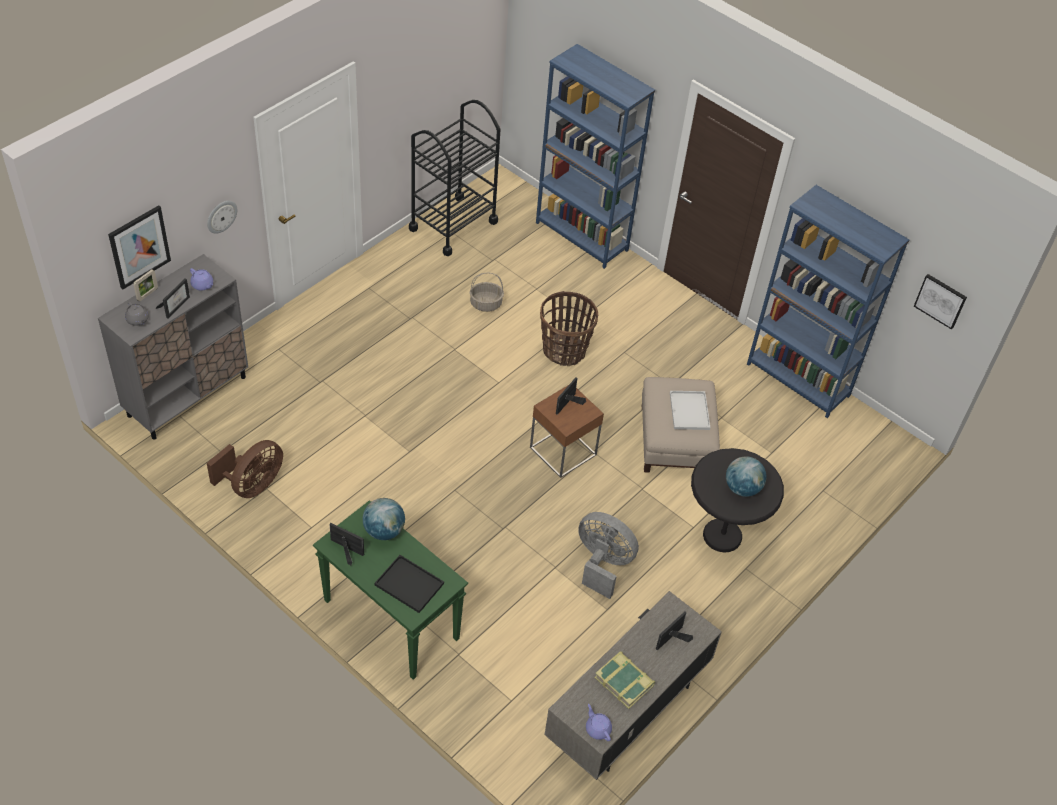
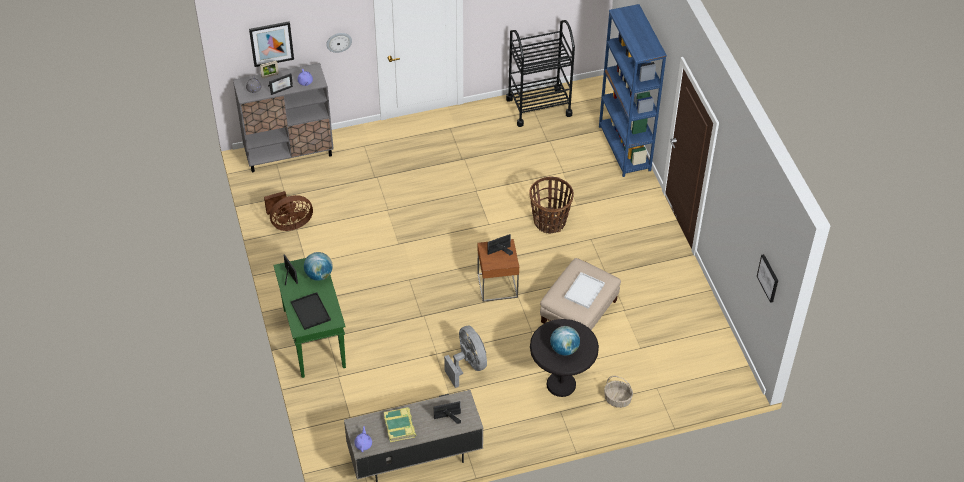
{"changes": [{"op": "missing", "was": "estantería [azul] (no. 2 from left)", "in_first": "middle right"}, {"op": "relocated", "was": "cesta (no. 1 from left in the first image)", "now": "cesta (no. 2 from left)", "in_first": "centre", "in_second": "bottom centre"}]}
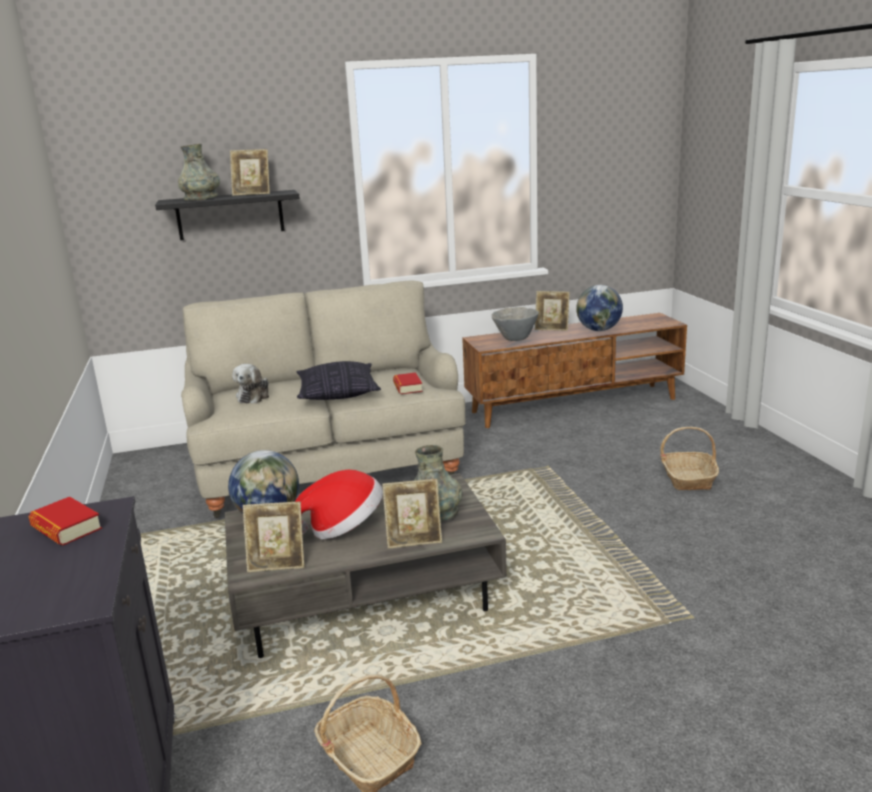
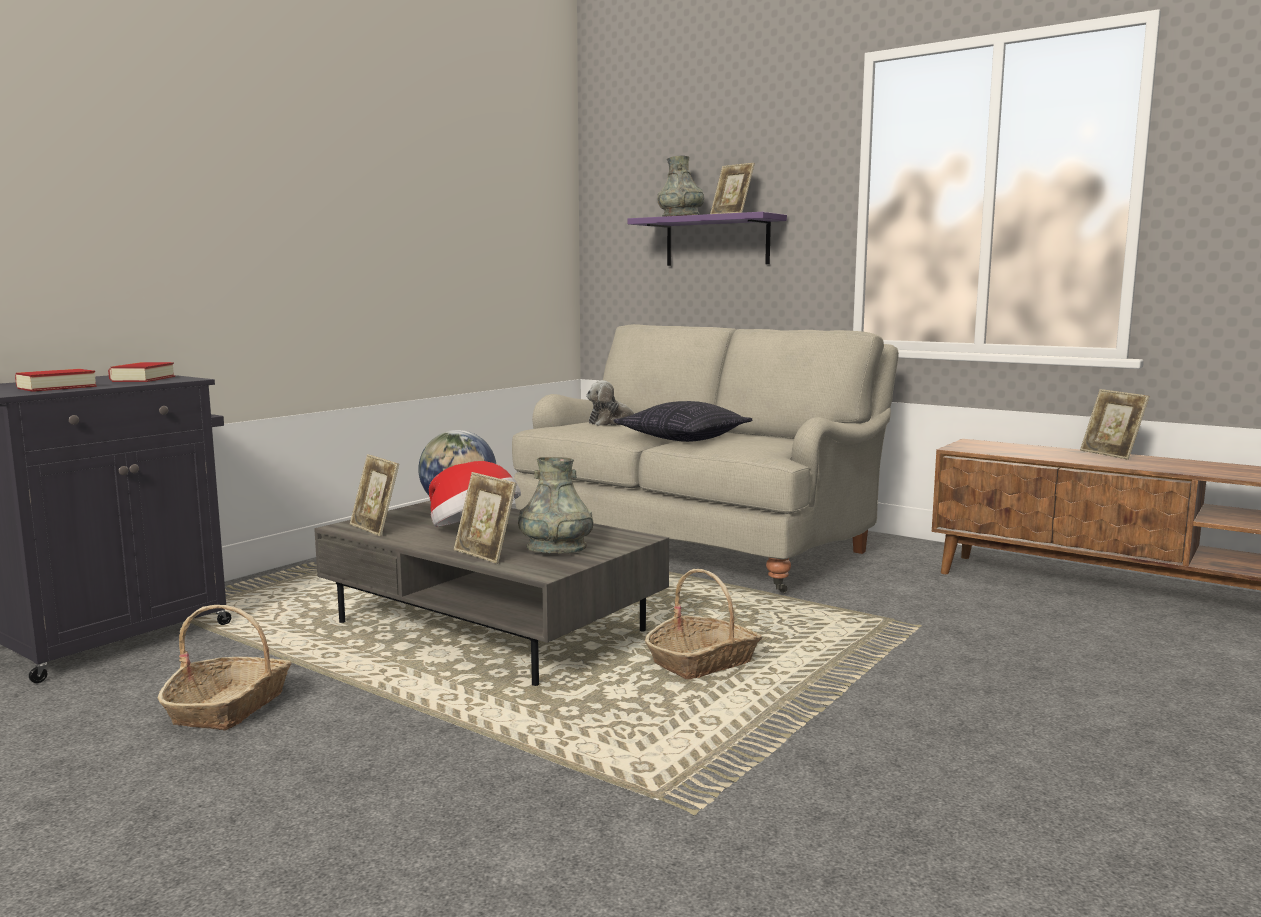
{"changes": [{"op": "missing", "was": "cuenco [gris]", "in_first": "centre"}, {"op": "missing", "was": "globo terráqueo (no. 2 from left)", "in_first": "middle right"}, {"op": "relocated", "was": "libro (no. 2 from left in the first image)", "now": "libro (no. 1 from left)", "in_first": "centre", "in_second": "middle left"}, {"op": "relocated", "was": "cesta (no. 2 from left)", "in_first": "middle right", "in_second": "bottom centre"}, {"op": "colour", "was": "estante [negro]", "now": "estante [morado]", "in_first": "top left", "in_second": "top centre"}]}
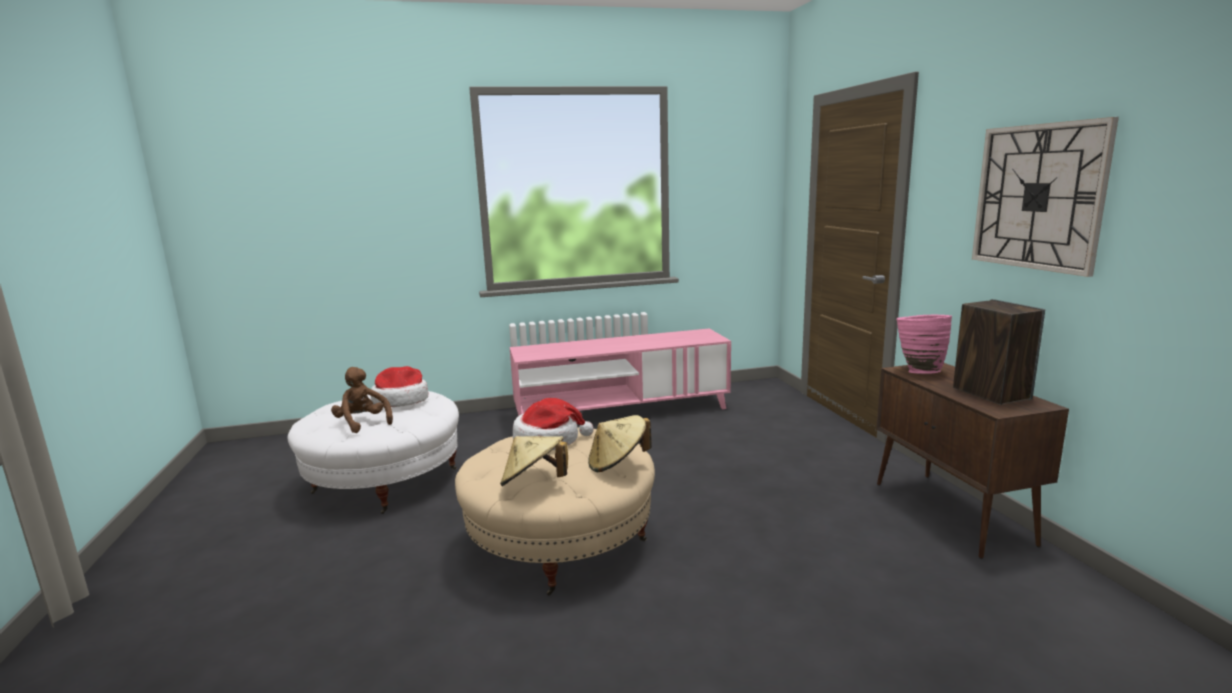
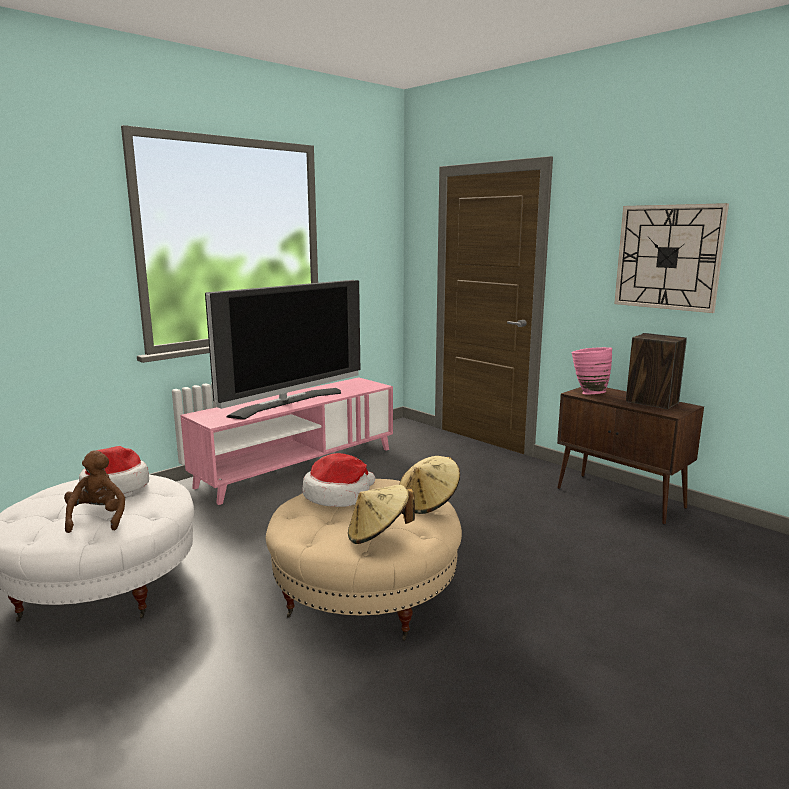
{"changes": [{"op": "appeared", "now": "televisor", "in_second": "centre"}, {"op": "spun", "was": "peluche [marrón]", "in_first": "middle left", "in_second": "middle left", "clockwise": 60}]}
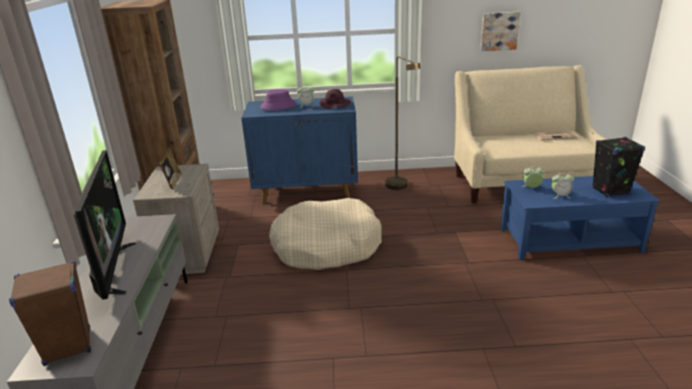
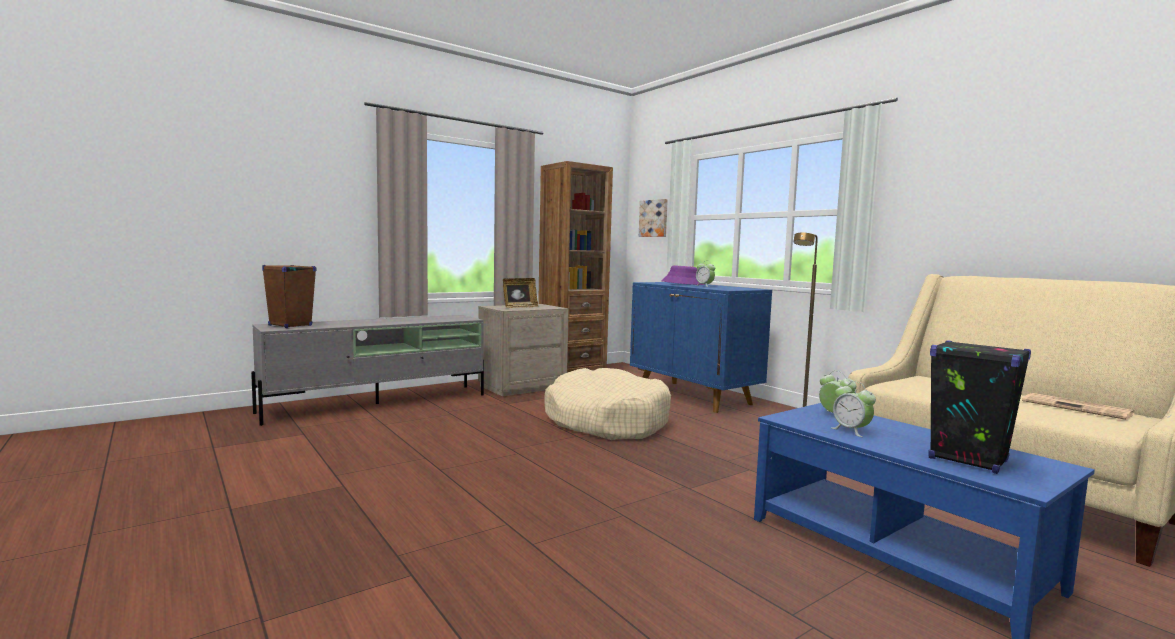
{"changes": [{"op": "missing", "was": "televisor", "in_first": "middle left"}, {"op": "missing", "was": "sombrero [morado] (no. 2 from left)", "in_first": "top centre"}, {"op": "relocated", "was": "cuadro", "in_first": "top right", "in_second": "centre"}]}
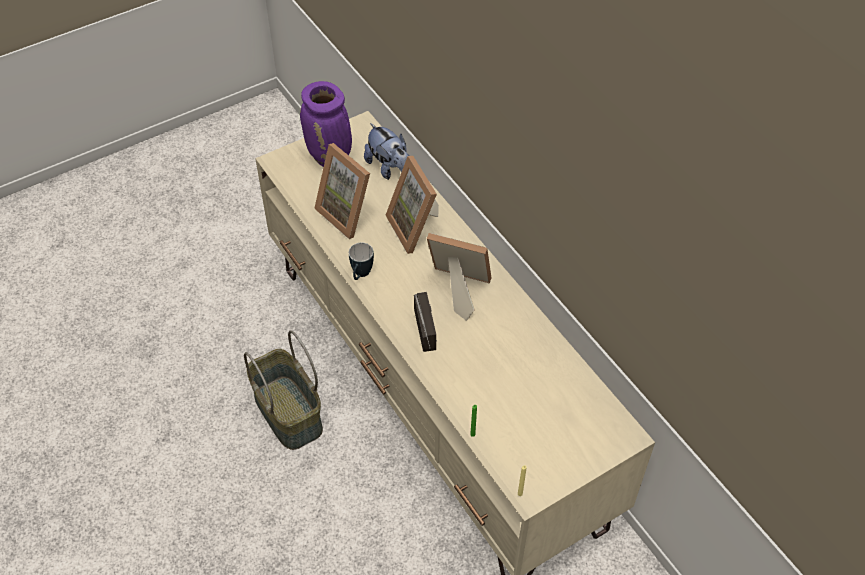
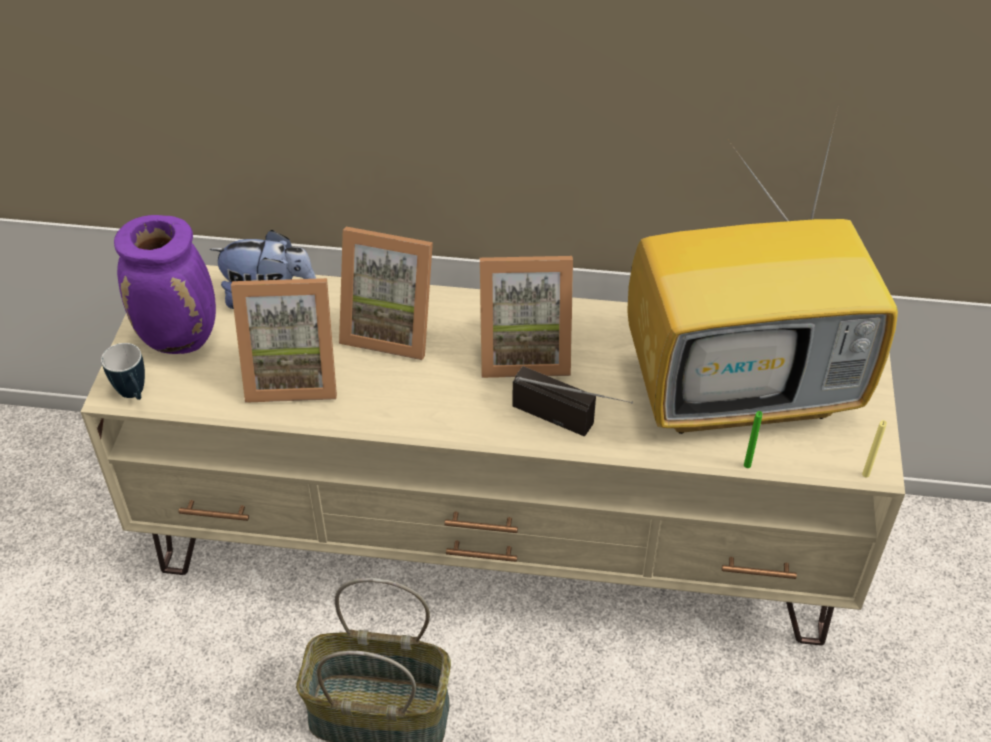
{"changes": [{"op": "appeared", "now": "televisor", "in_second": "middle right"}, {"op": "relocated", "was": "taza grande", "in_first": "centre", "in_second": "middle left"}, {"op": "spun", "was": "portarretratos (no. 3 from left)", "in_first": "centre", "in_second": "centre", "clockwise": -150}]}
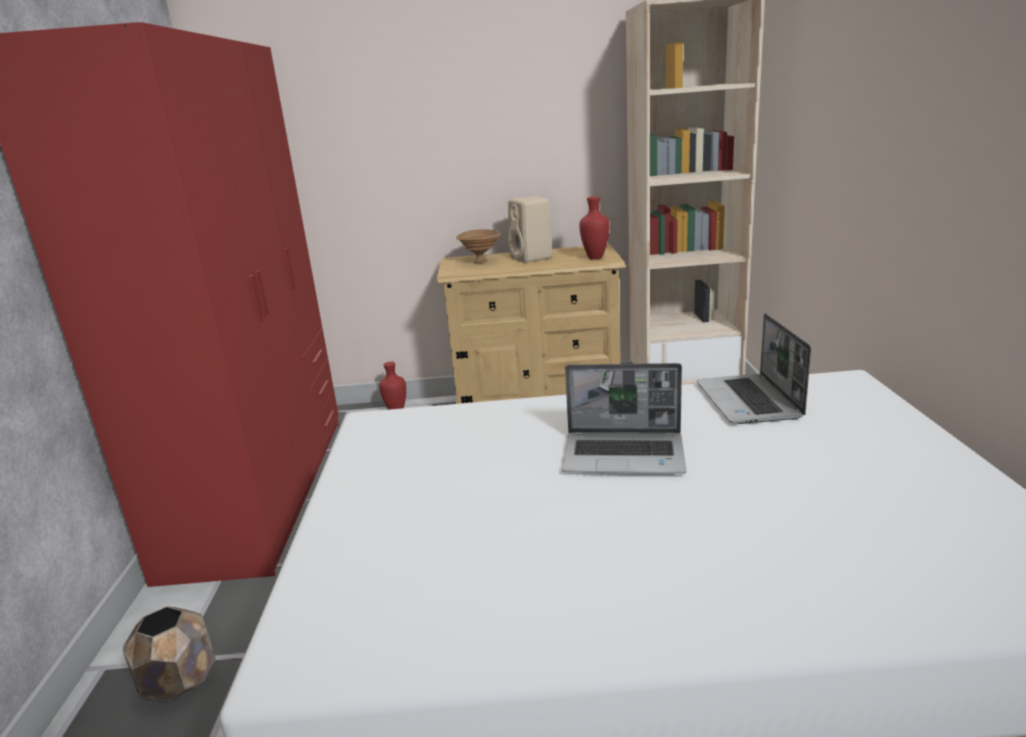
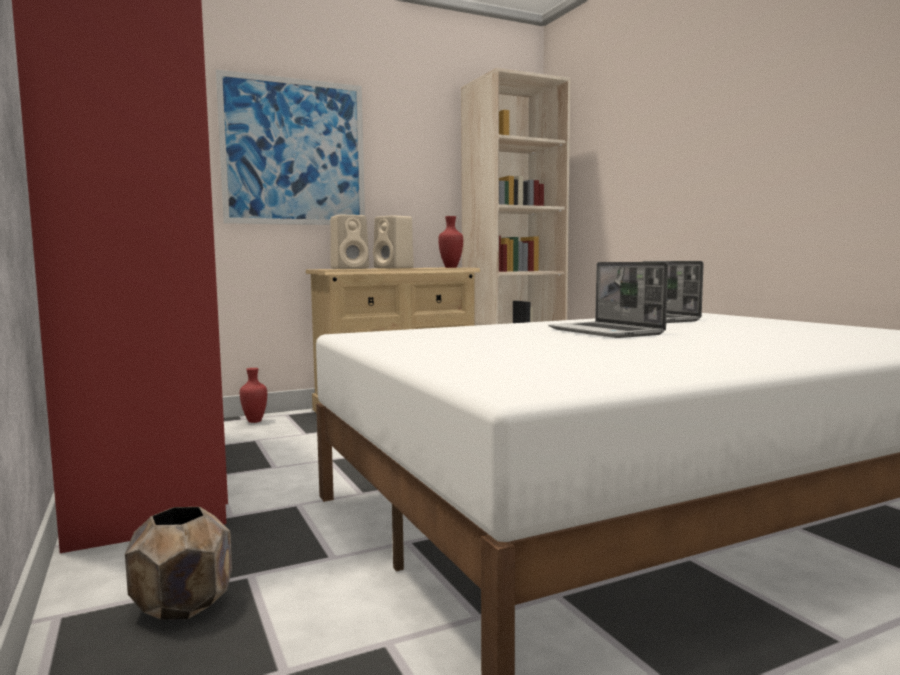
{"changes": [{"op": "appeared", "now": "cuadro", "in_second": "top left"}, {"op": "exchanged", "was": "cuenco [marrón]", "now": "altavoz [beis] (no. 1 from left)", "in_first": "centre", "in_second": "centre"}, {"op": "spun", "was": "portátil (no. 1 from left)", "in_first": "centre", "in_second": "middle right", "clockwise": 75}]}
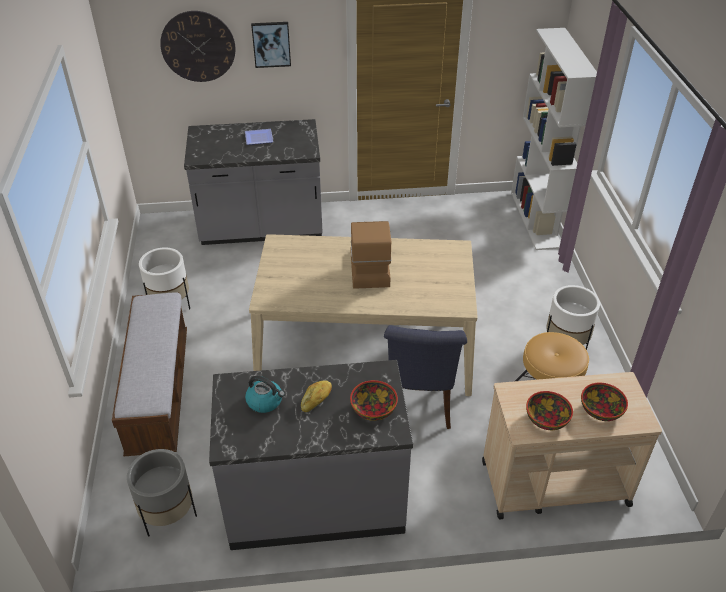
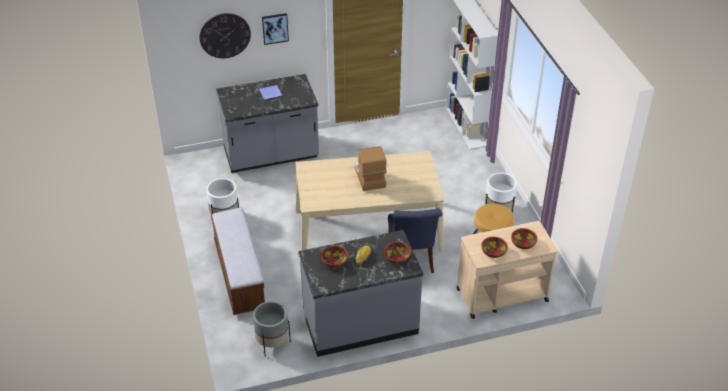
{"changes": [{"op": "exchanged", "was": "hervidor", "now": "cuenco (no. 1 from left)", "in_first": "centre", "in_second": "centre"}]}
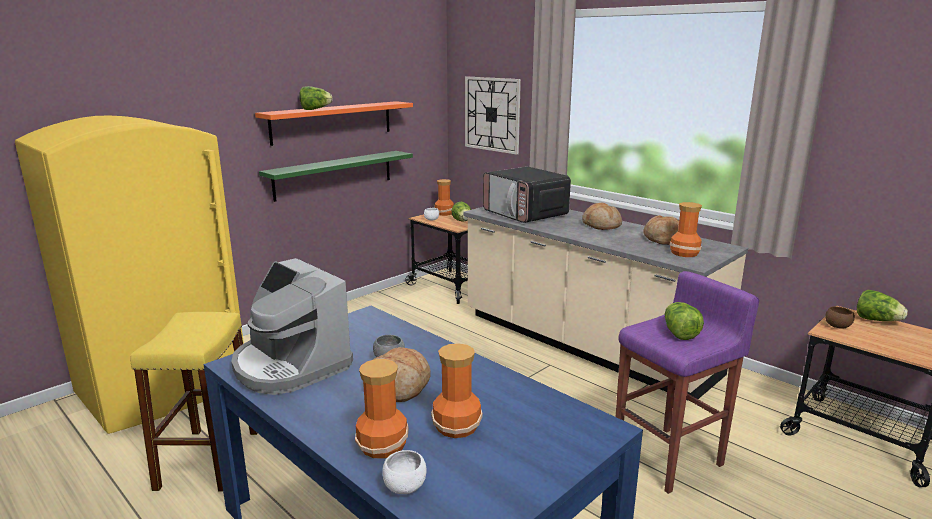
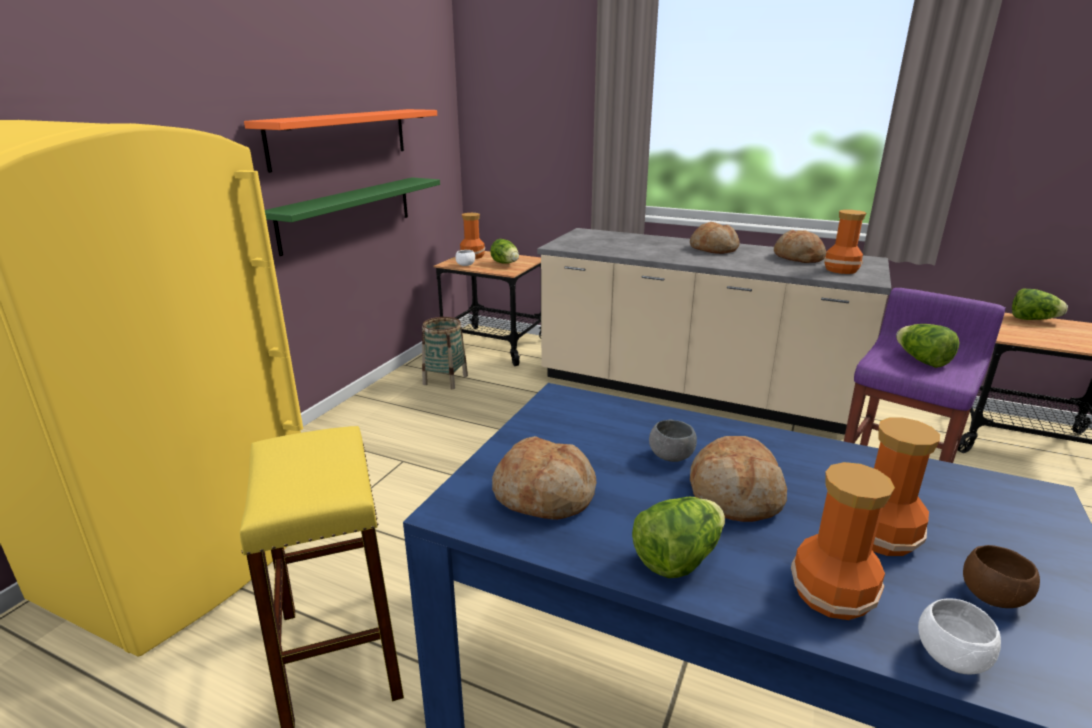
{"changes": [{"op": "missing", "was": "reloj de pared", "in_first": "top centre"}, {"op": "missing", "was": "microondas", "in_first": "centre"}, {"op": "appeared", "now": "cesta", "in_second": "centre"}, {"op": "relocated", "was": "lechuga (no. 1 from left in the first image)", "now": "lechuga (no. 2 from left)", "in_first": "top centre", "in_second": "bottom centre"}, {"op": "relocated", "was": "cuenco [marrón]", "in_first": "middle right", "in_second": "bottom right"}, {"op": "exchanged", "was": "cafetera", "now": "pan (no. 1 from left)", "in_first": "middle left", "in_second": "centre"}]}
